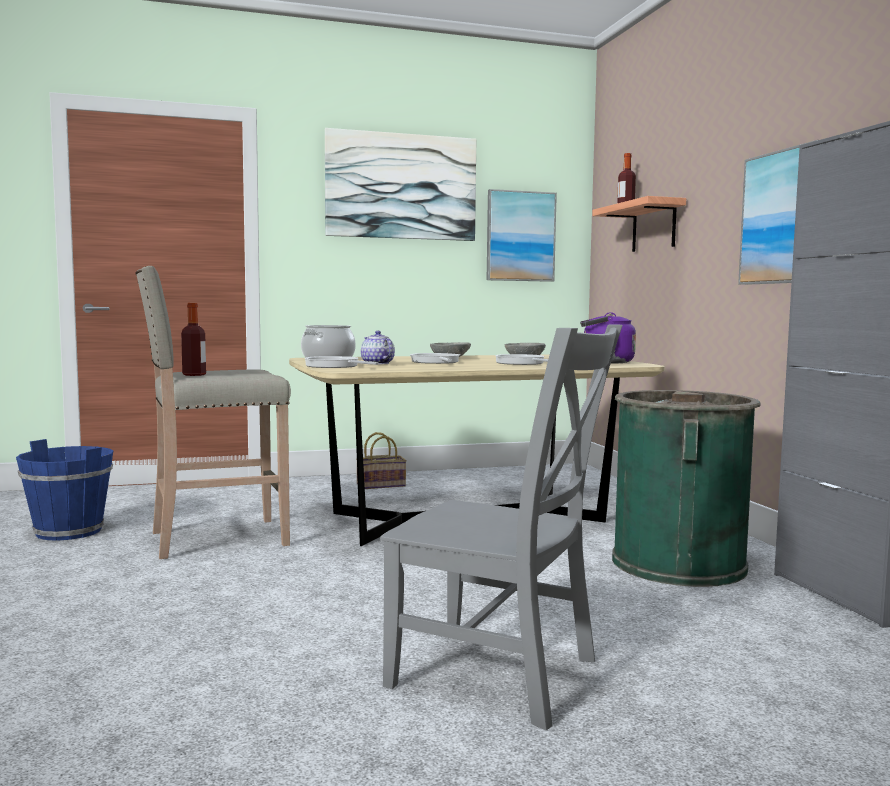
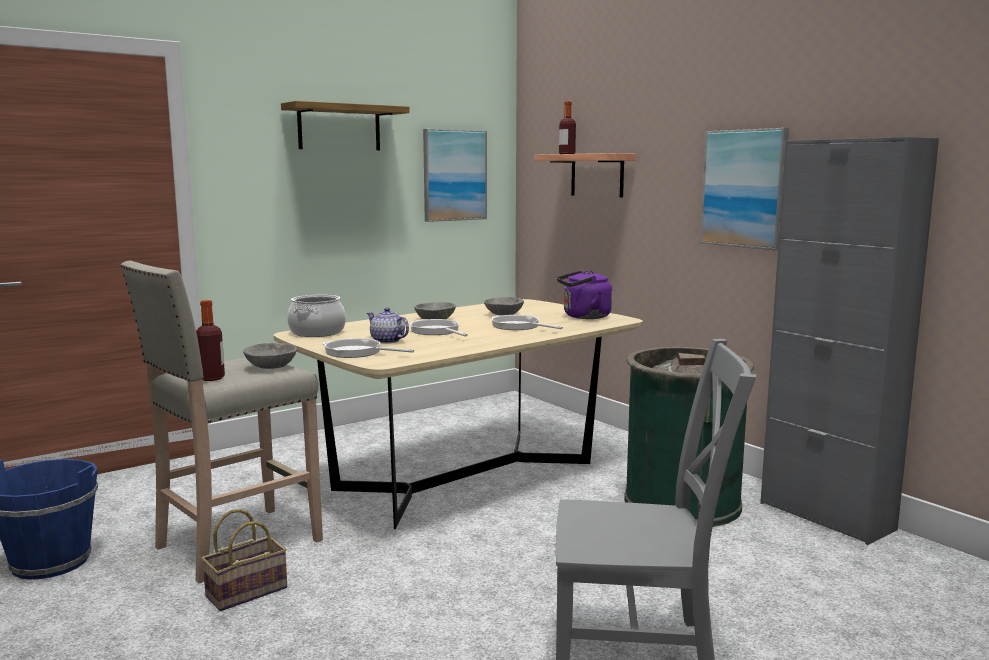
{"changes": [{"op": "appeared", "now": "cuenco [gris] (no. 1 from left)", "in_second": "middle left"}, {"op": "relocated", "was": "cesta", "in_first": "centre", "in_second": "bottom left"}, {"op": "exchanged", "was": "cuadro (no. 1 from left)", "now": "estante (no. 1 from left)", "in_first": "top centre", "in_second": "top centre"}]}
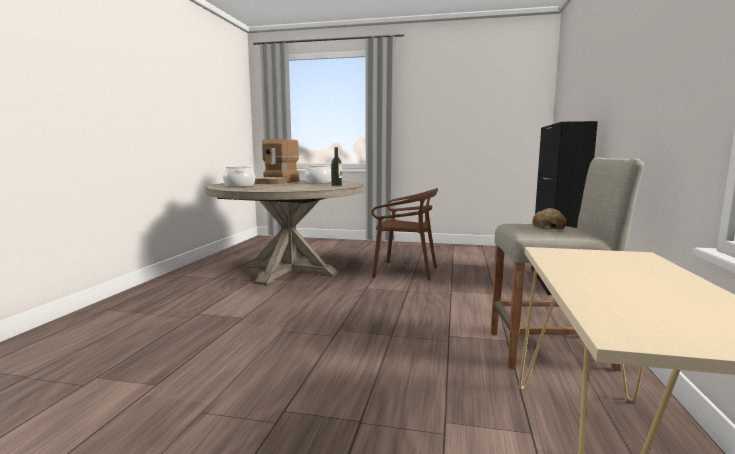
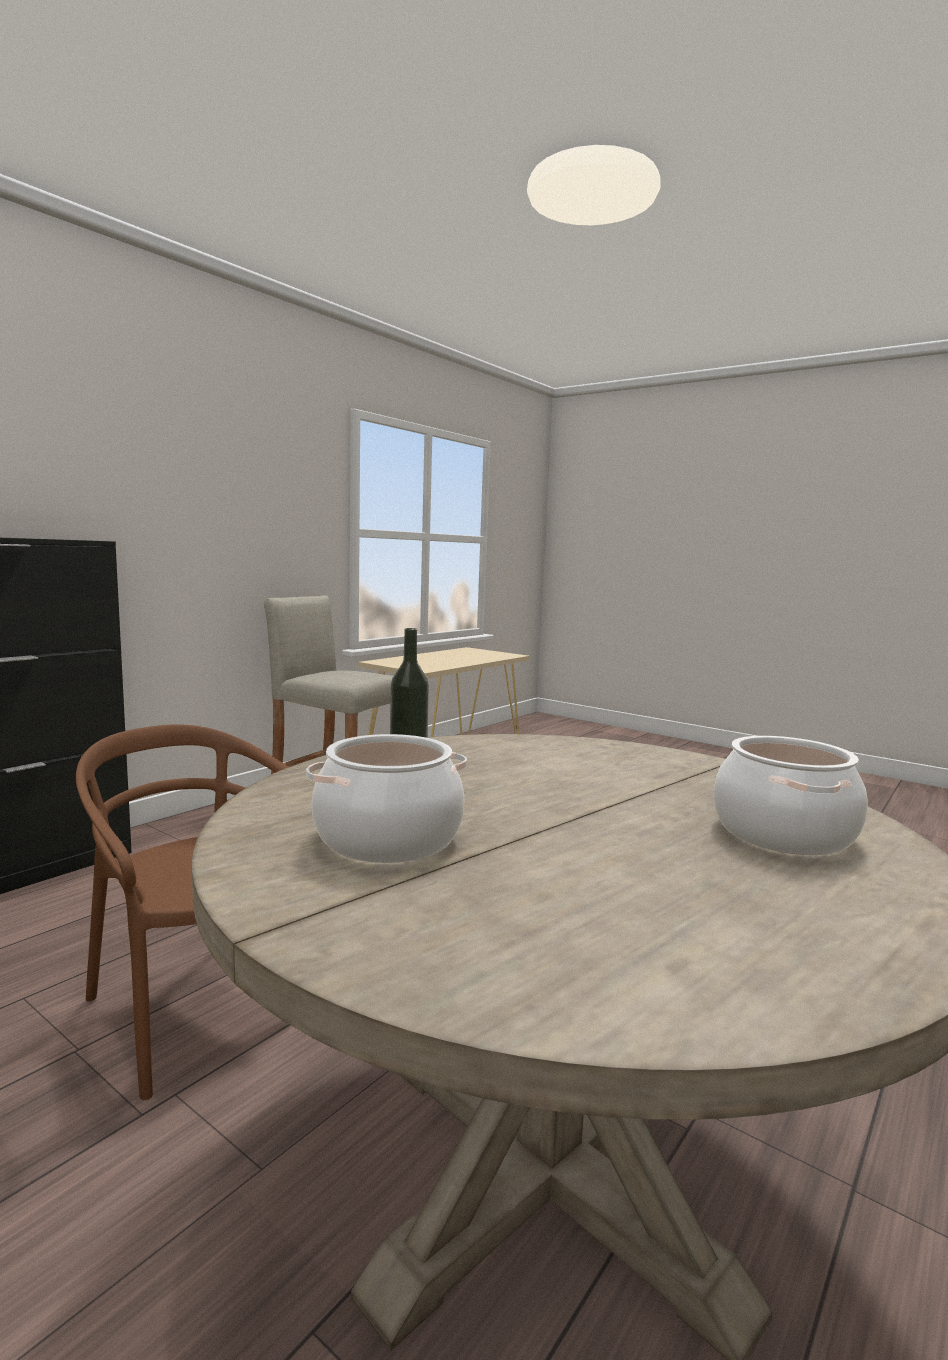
{"changes": [{"op": "missing", "was": "cafetera", "in_first": "centre"}, {"op": "missing", "was": "pan", "in_first": "middle right"}]}
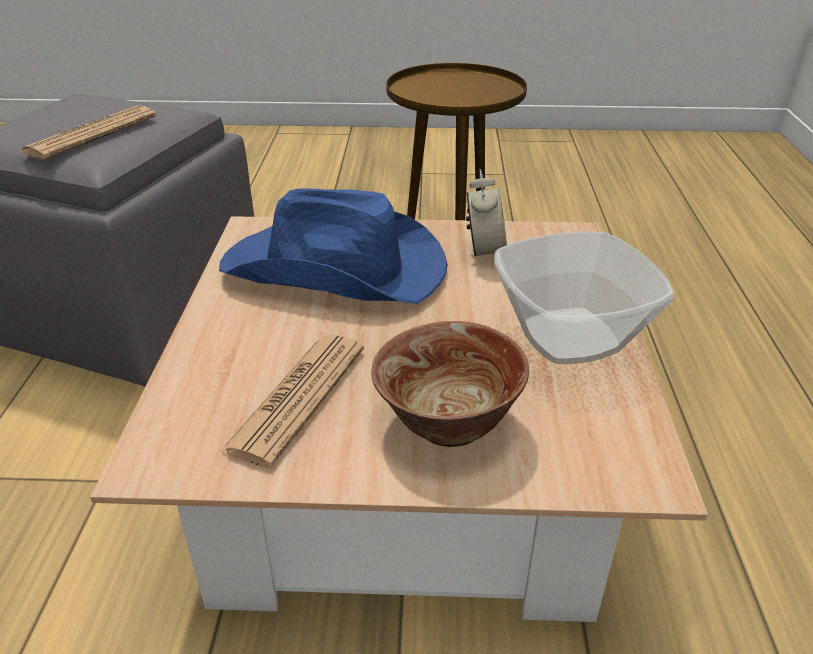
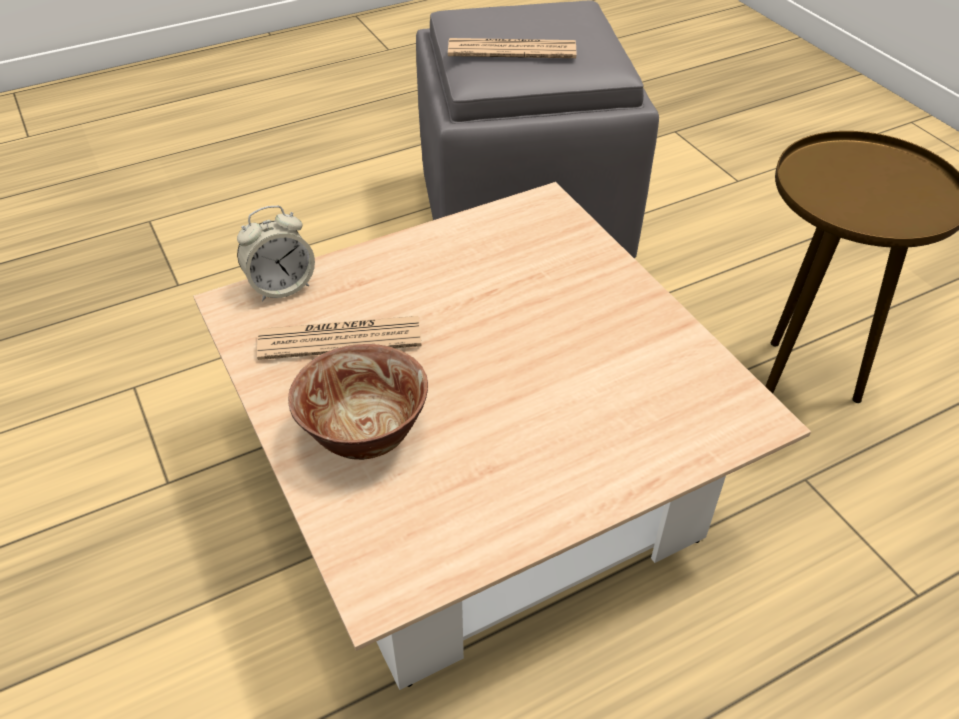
{"changes": [{"op": "missing", "was": "sombrero [azul]", "in_first": "centre"}, {"op": "missing", "was": "cuenco (no. 2 from left)", "in_first": "middle right"}, {"op": "relocated", "was": "despertador", "in_first": "top centre", "in_second": "middle left"}]}
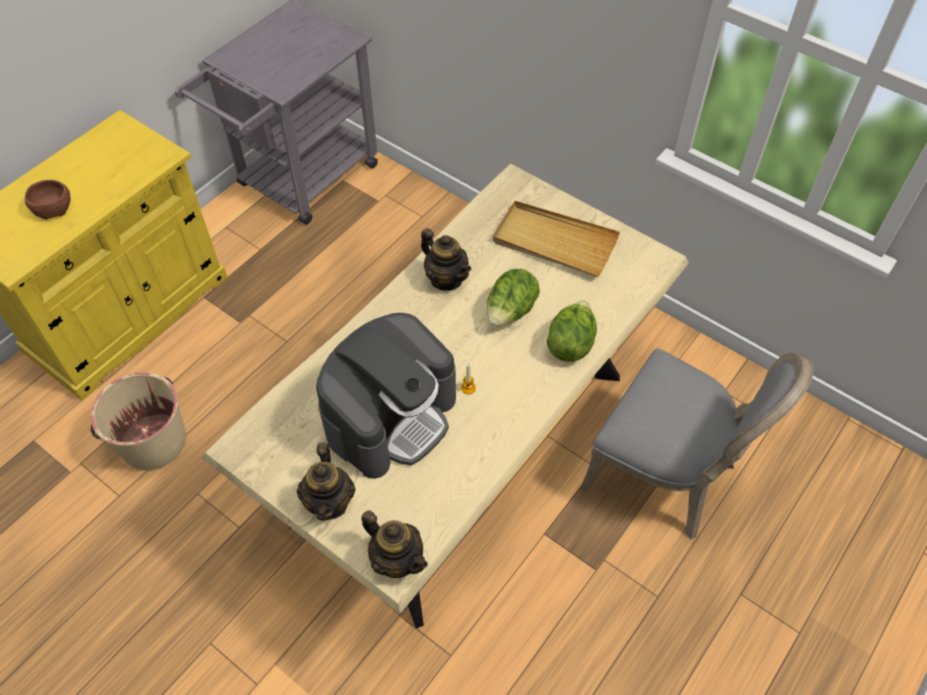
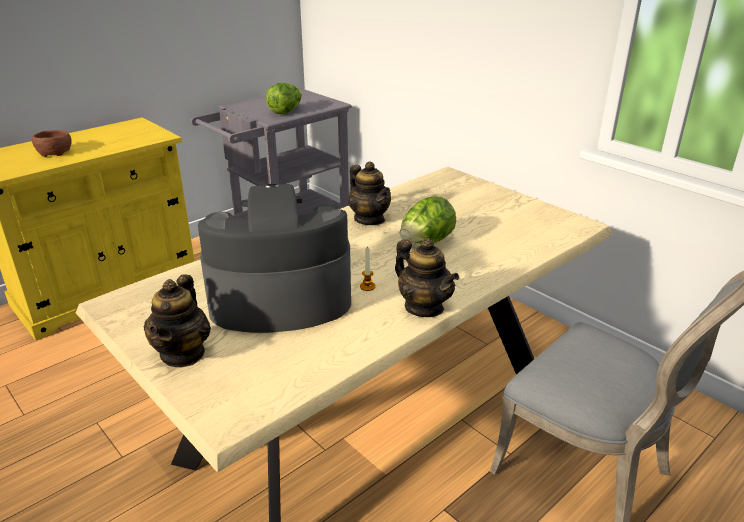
{"changes": [{"op": "missing", "was": "cubo [beis]", "in_first": "middle left"}, {"op": "missing", "was": "bandeja [beis]", "in_first": "centre"}, {"op": "relocated", "was": "tetera (no. 2 from left in the first image)", "now": "tetera (no. 3 from left)", "in_first": "bottom centre", "in_second": "centre"}, {"op": "relocated", "was": "lechuga (no. 2 from left in the first image)", "now": "lechuga (no. 1 from left)", "in_first": "centre", "in_second": "top centre"}, {"op": "spun", "was": "cafetera", "in_first": "centre", "in_second": "centre", "clockwise": -150}]}
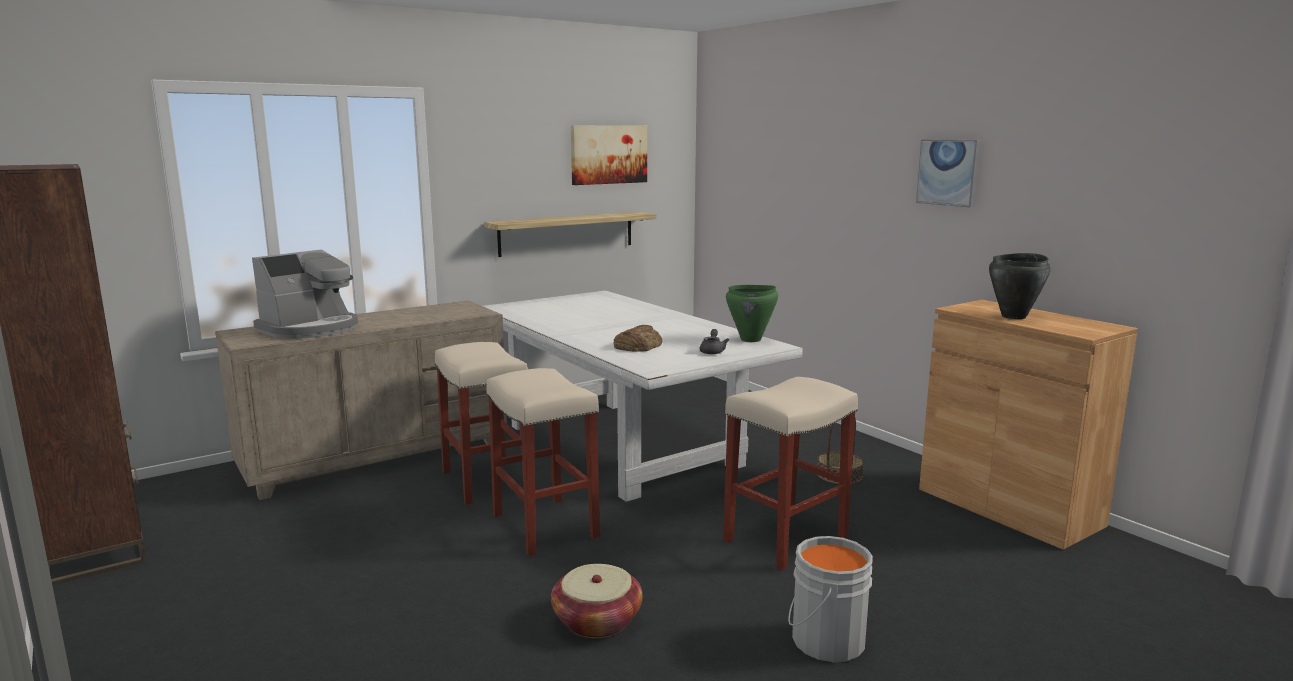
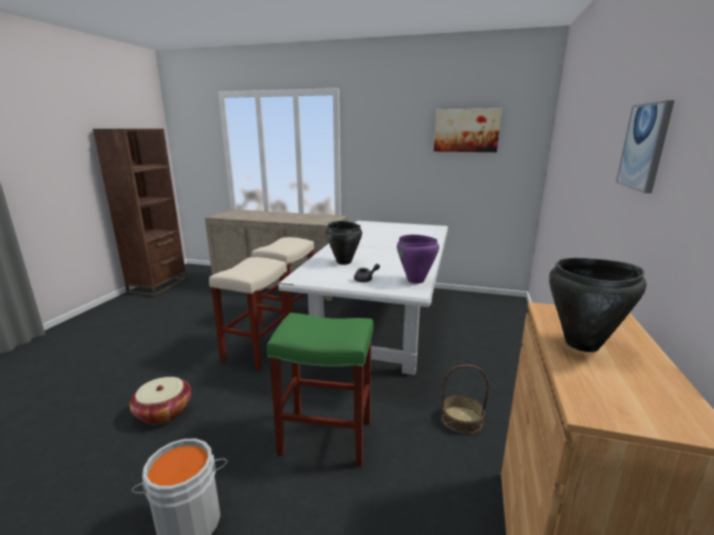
{"changes": [{"op": "missing", "was": "cafetera", "in_first": "middle left"}, {"op": "missing", "was": "estante", "in_first": "centre"}, {"op": "exchanged", "was": "pan", "now": "olla [negro] (no. 1 from left)", "in_first": "centre", "in_second": "centre"}, {"op": "colour", "was": "taburete [beis] (no. 3 from left)", "now": "taburete [verde]", "in_first": "bottom centre", "in_second": "bottom centre"}, {"op": "colour", "was": "olla [verde]", "now": "olla [morado]", "in_first": "centre", "in_second": "centre"}]}
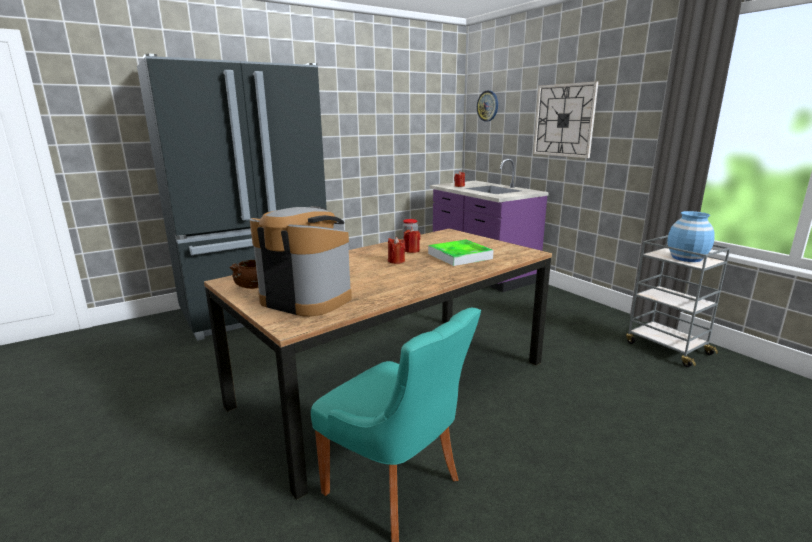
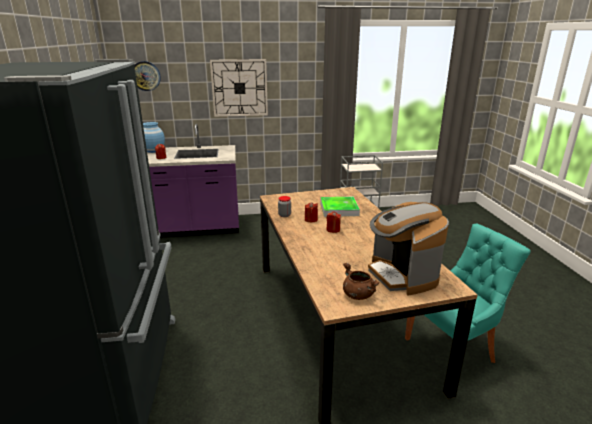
{"changes": [{"op": "relocated", "was": "florero [azul]", "in_first": "middle right", "in_second": "top left"}, {"op": "spun", "was": "cafetera", "in_first": "centre", "in_second": "middle right", "clockwise": -75}]}
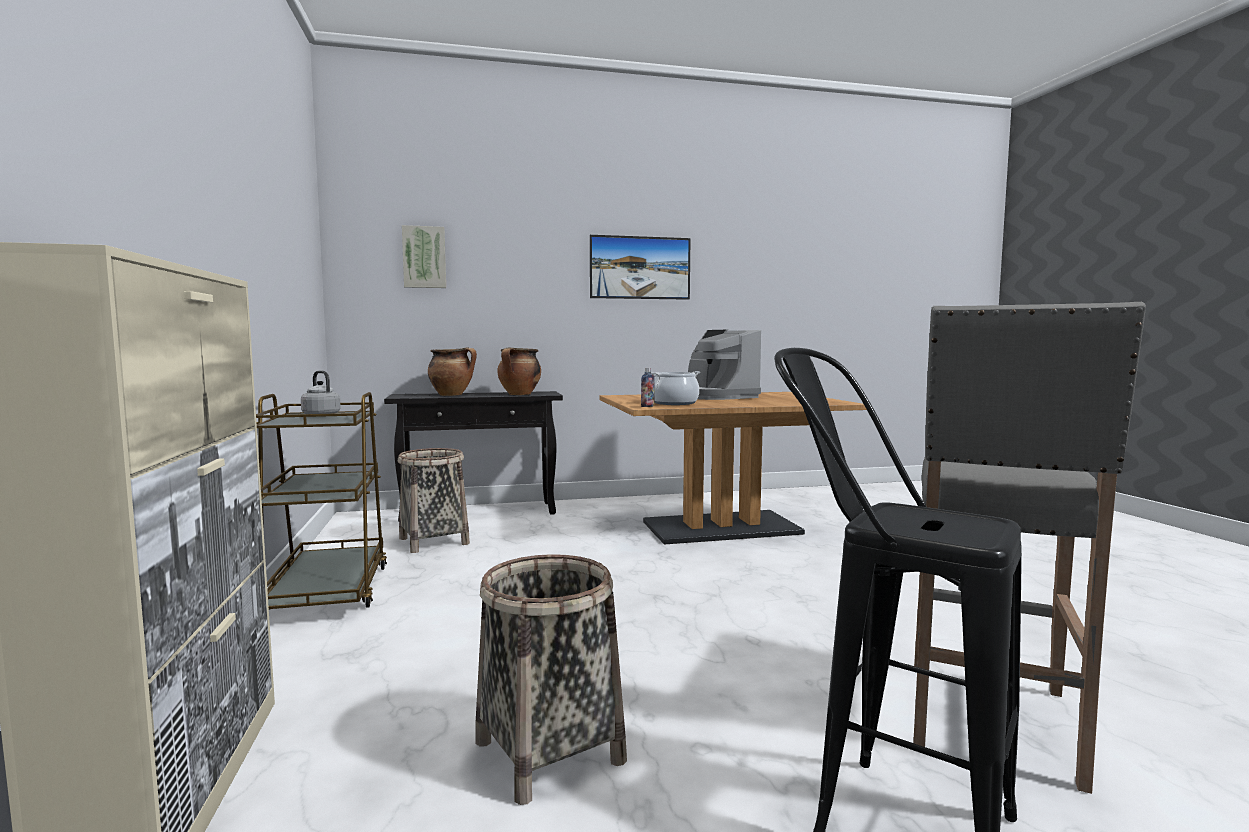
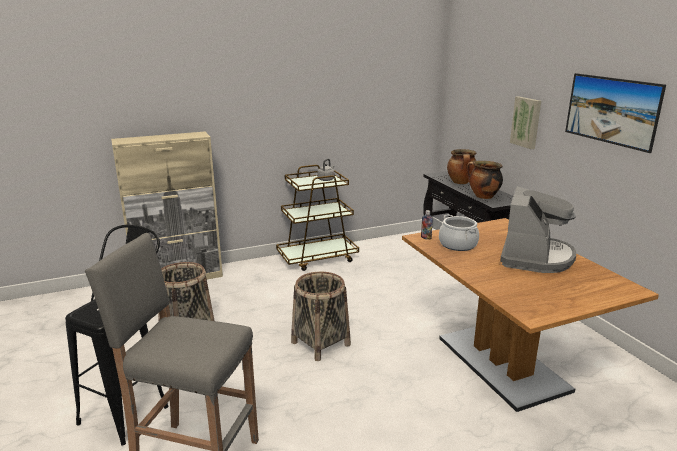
{"changes": [{"op": "relocated", "was": "cesta (no. 1 from left in the first image)", "now": "cesta (no. 2 from left)", "in_first": "centre", "in_second": "bottom centre"}, {"op": "relocated", "was": "cuadro (no. 1 from left)", "in_first": "top centre", "in_second": "top right"}, {"op": "spun", "was": "cafetera", "in_first": "centre", "in_second": "middle right", "clockwise": 150}]}
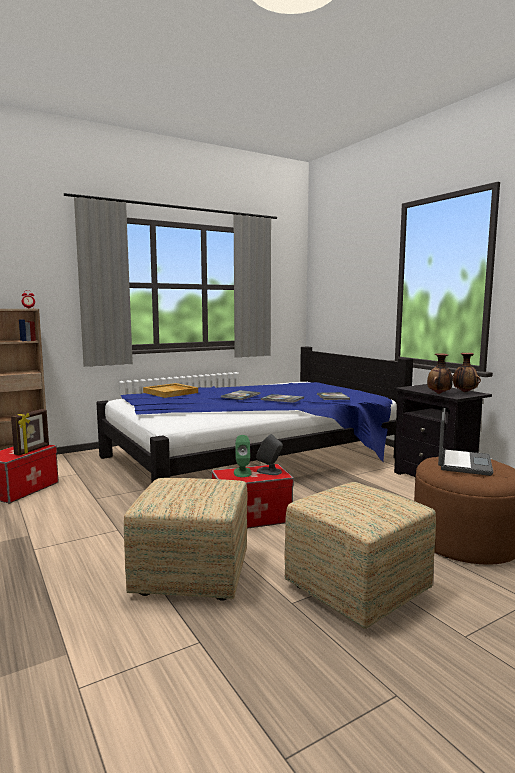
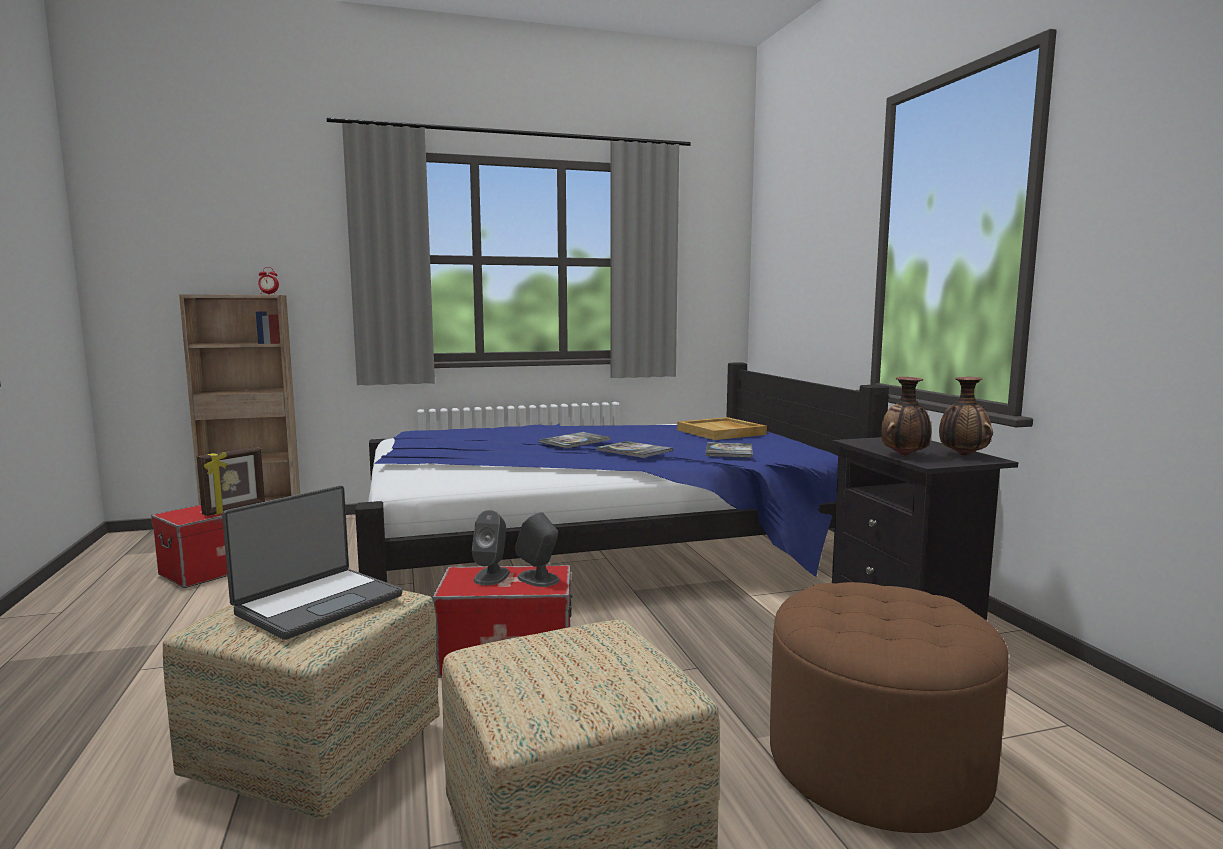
{"changes": [{"op": "relocated", "was": "bandeja [beis]", "in_first": "middle left", "in_second": "centre"}, {"op": "relocated", "was": "portátil", "in_first": "middle right", "in_second": "middle left"}, {"op": "colour", "was": "altavoz [verde]", "now": "altavoz [gris] (no. 1 from left)", "in_first": "centre", "in_second": "centre"}]}
